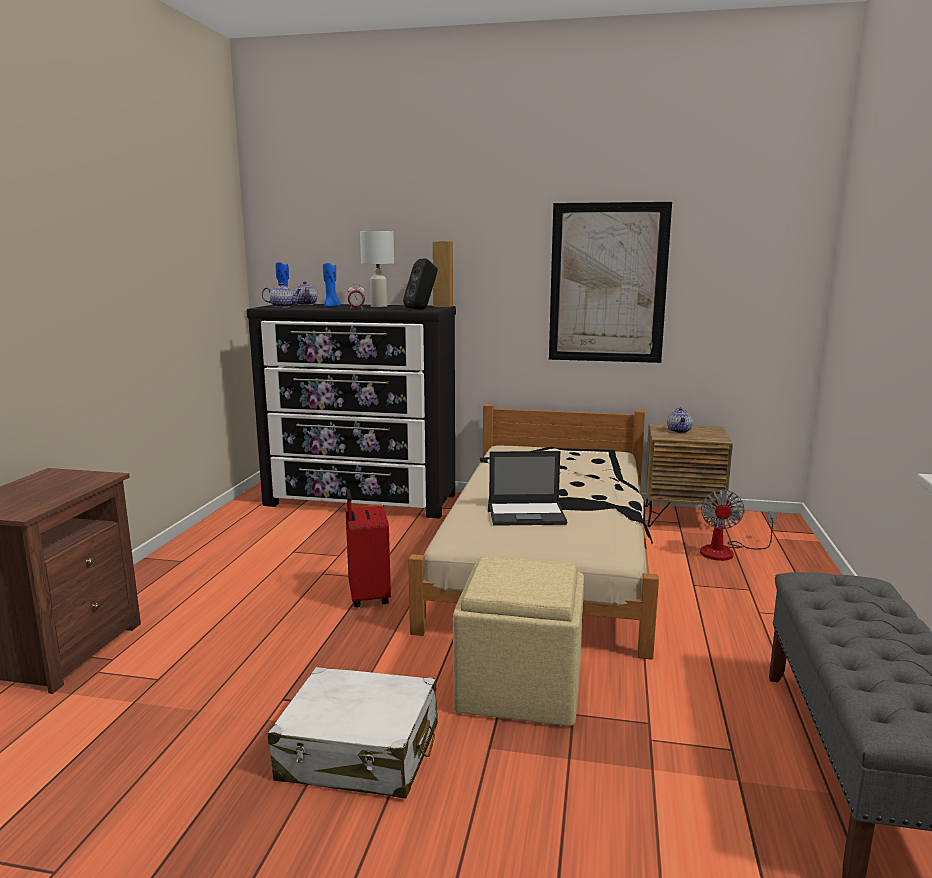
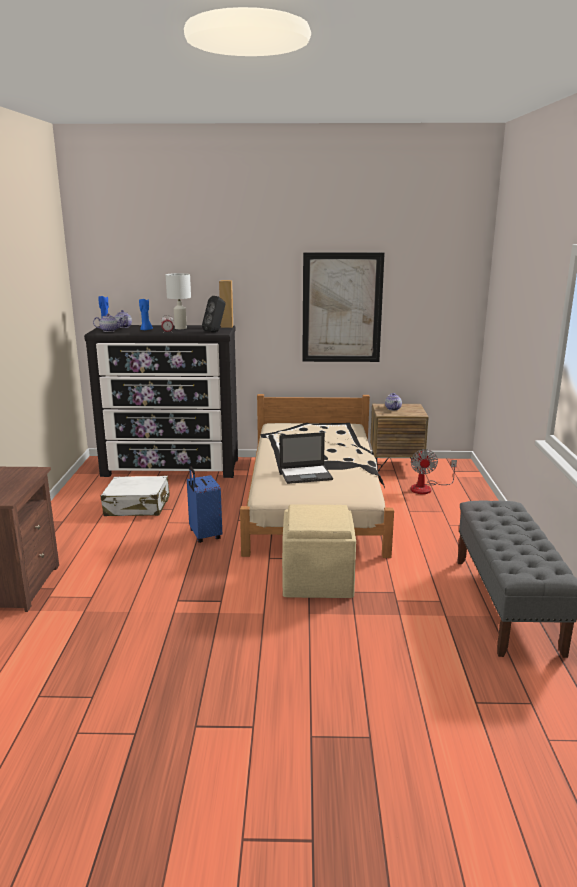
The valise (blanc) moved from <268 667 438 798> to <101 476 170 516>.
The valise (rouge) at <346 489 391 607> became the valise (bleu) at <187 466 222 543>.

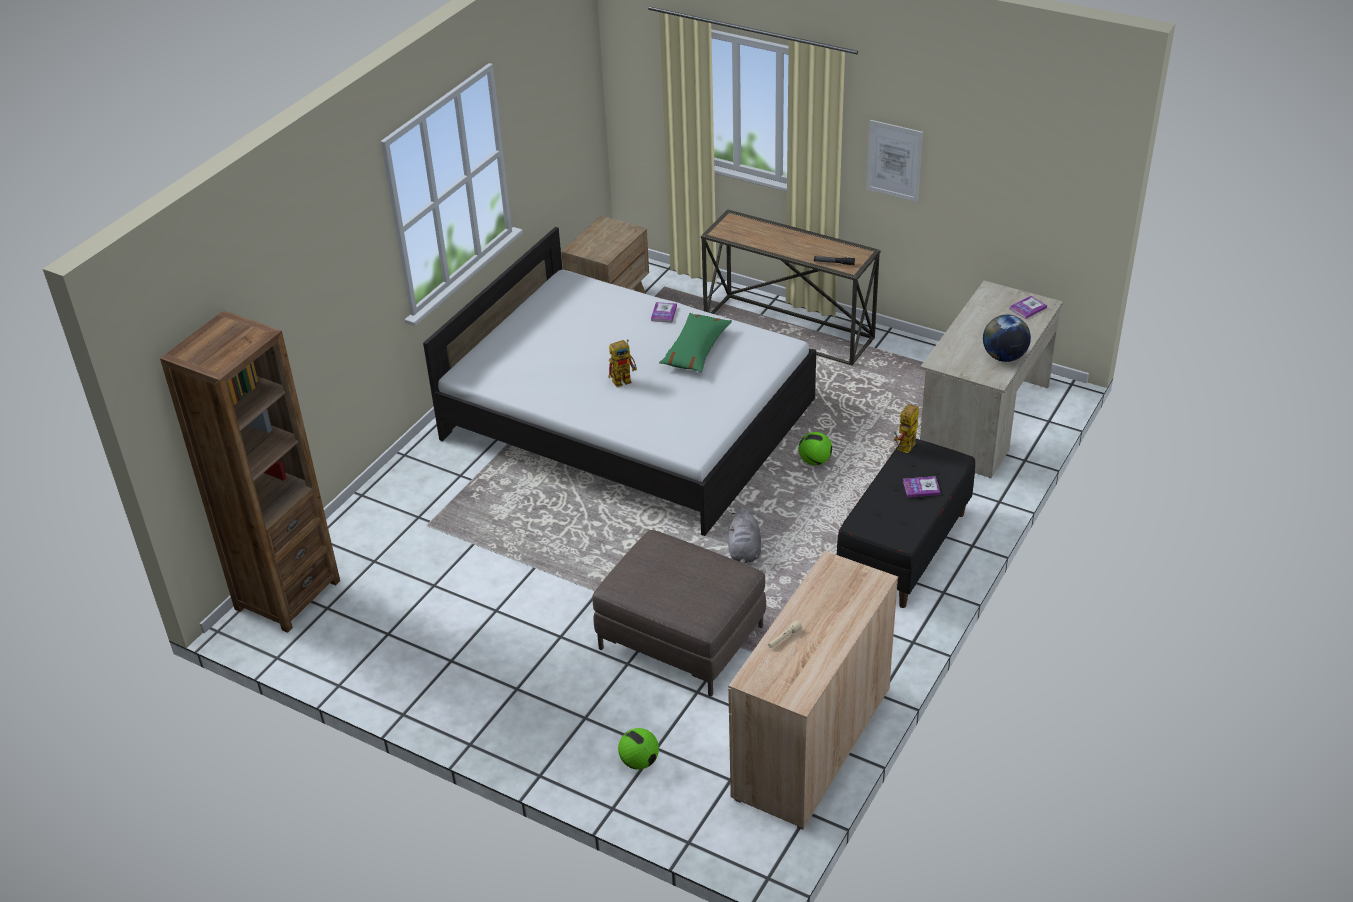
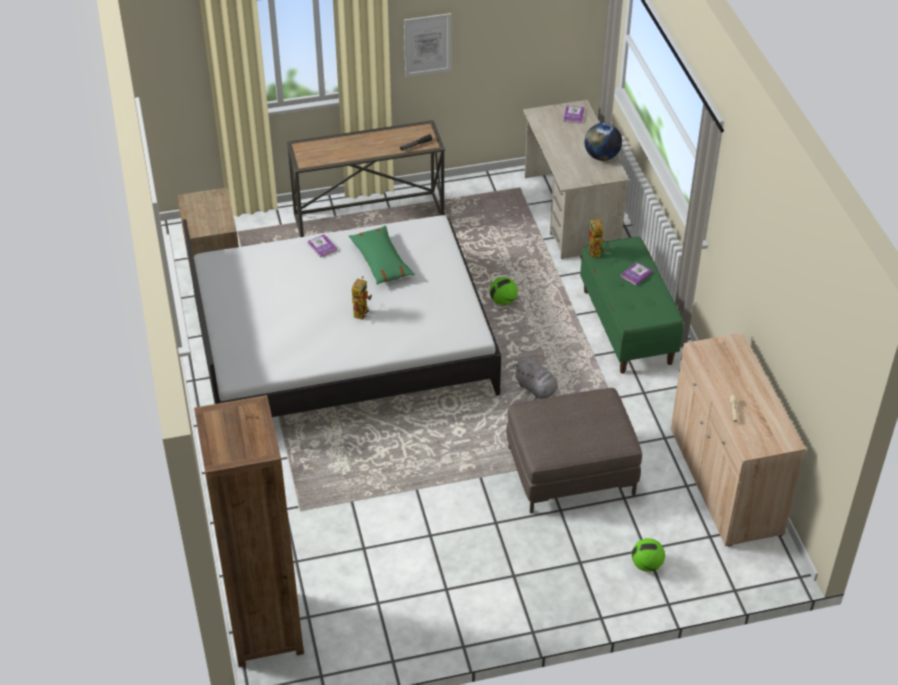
The banc (noir) at <837 439 975 608> became the banc (vert) at <580 237 683 374>.

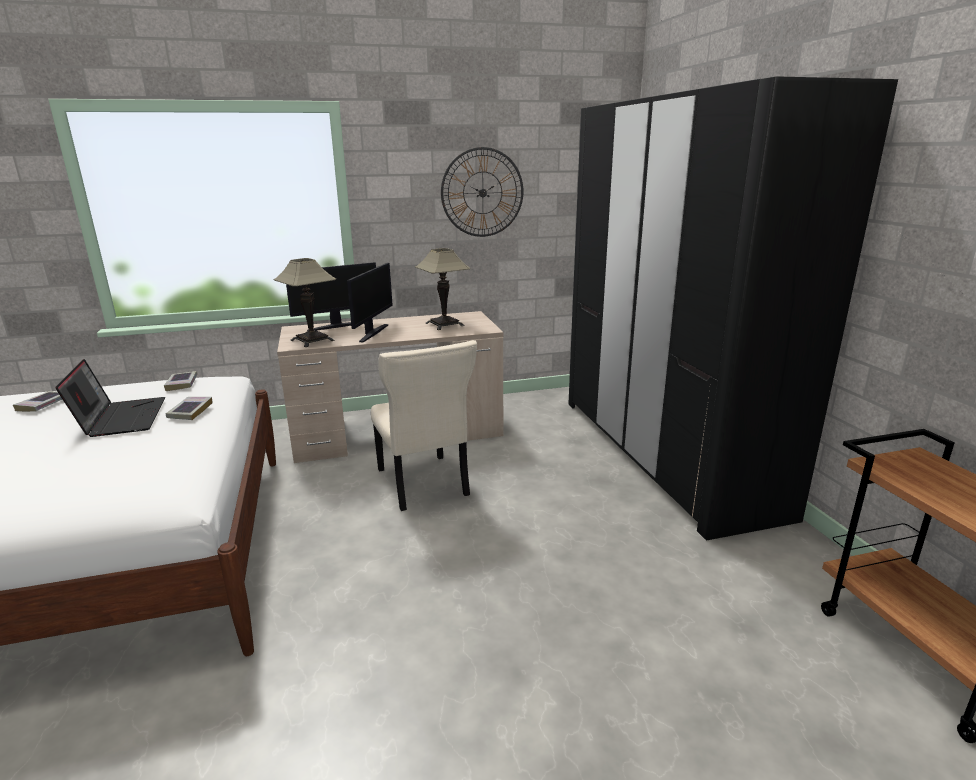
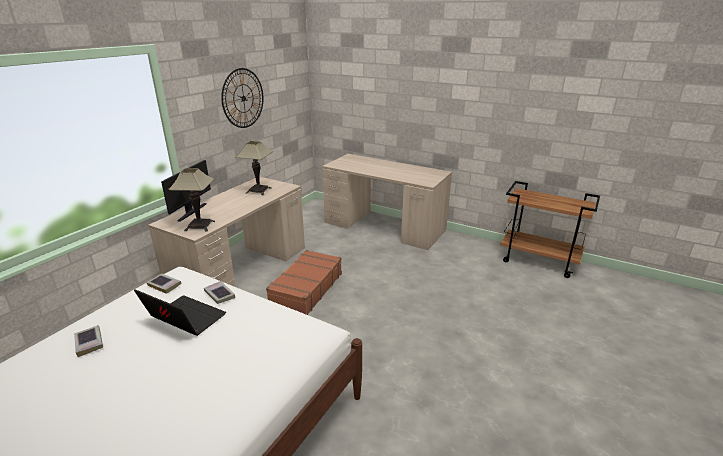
The chaise (beige) at <371 340 477 511> was replaced by the valise (marron) at <266 250 342 315>.
The armoire (noir) at <568 77 898 540> was replaced by the bureau (beige) at <322 154 452 250>.
The écran d'ordinateur at <347 263 393 342> disappeared.

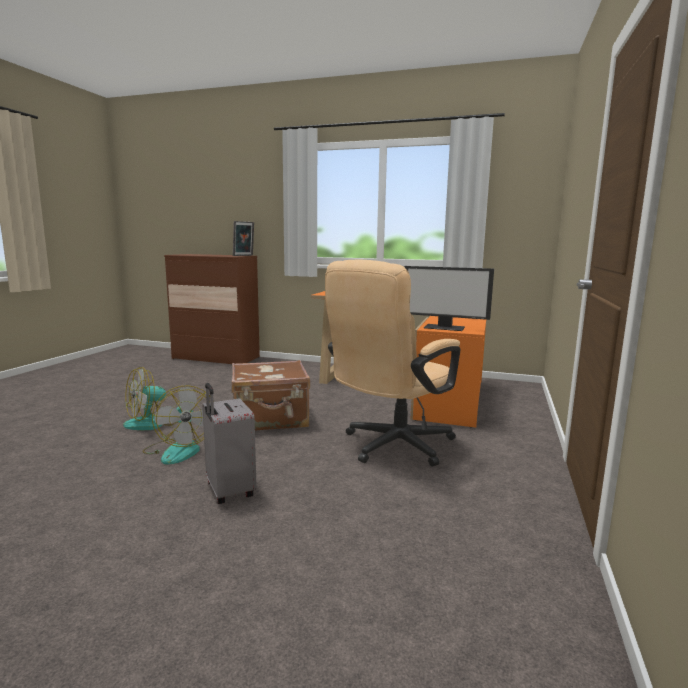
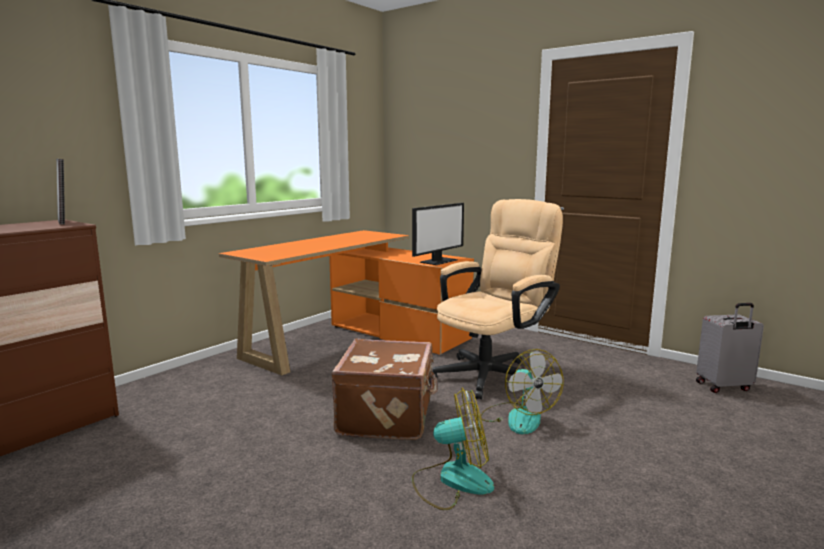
The chaise de bureau (beige) at <325 260 460 467> turned 105 degrees counterclockwise.
The ventilateur moved from <123 367 178 430> to <480 349 564 434>.
The valise (gris) moved from <202 383 257 504> to <696 303 764 393>.

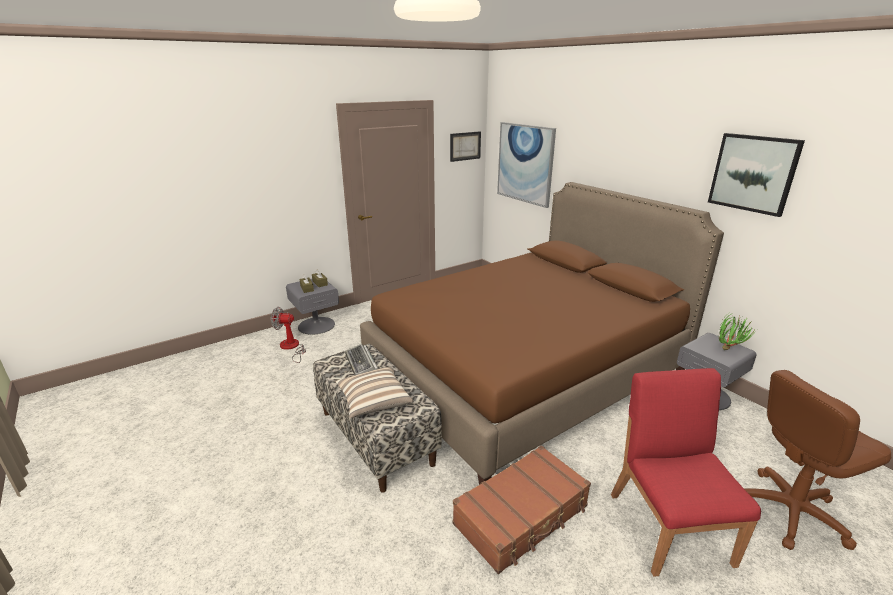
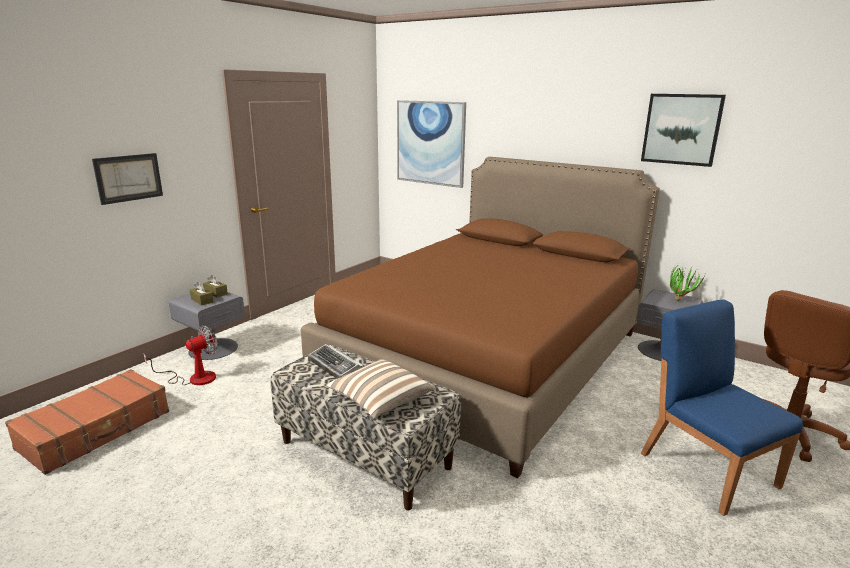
The valise (marron) moved from <452 445 591 574> to <5 369 169 475>.
The tableau moved from <450 131 481 162> to <92 153 163 205>.
The ventilateur at <271 307 306 363> turned 150 degrees clockwise.
The chaise (rouge) at <611 368 761 577> became the chaise (bleu) at <641 299 803 516>.

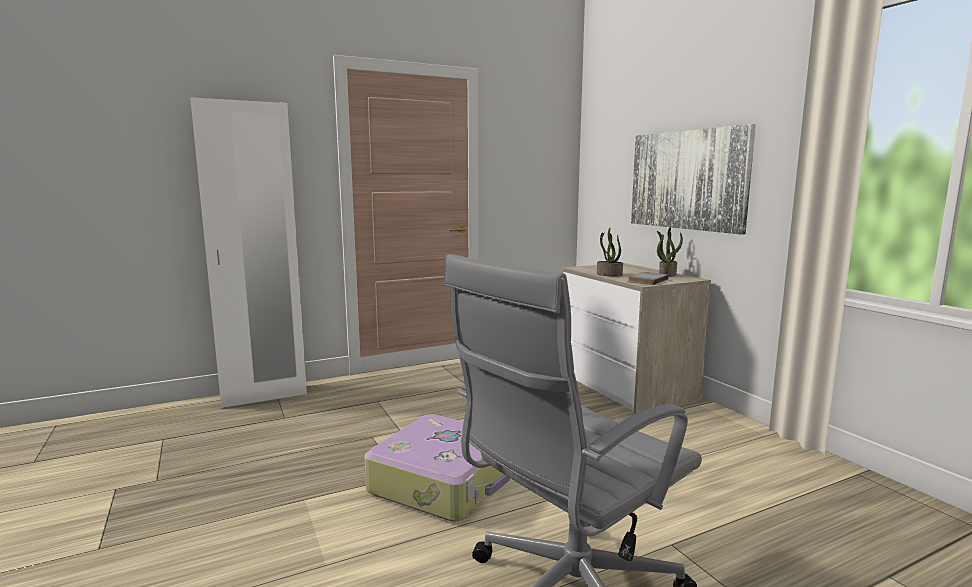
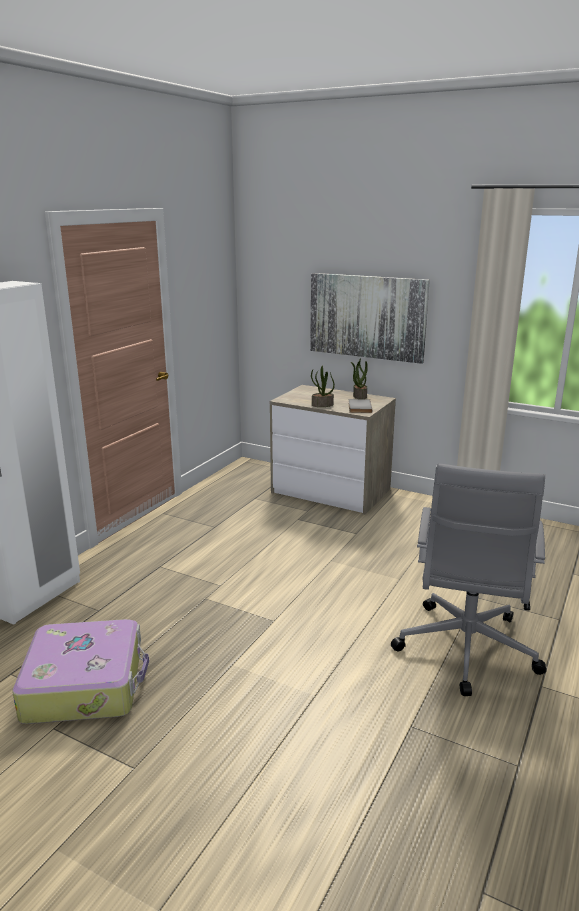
The valise moved from <364 414 510 522> to <12 619 149 724>.

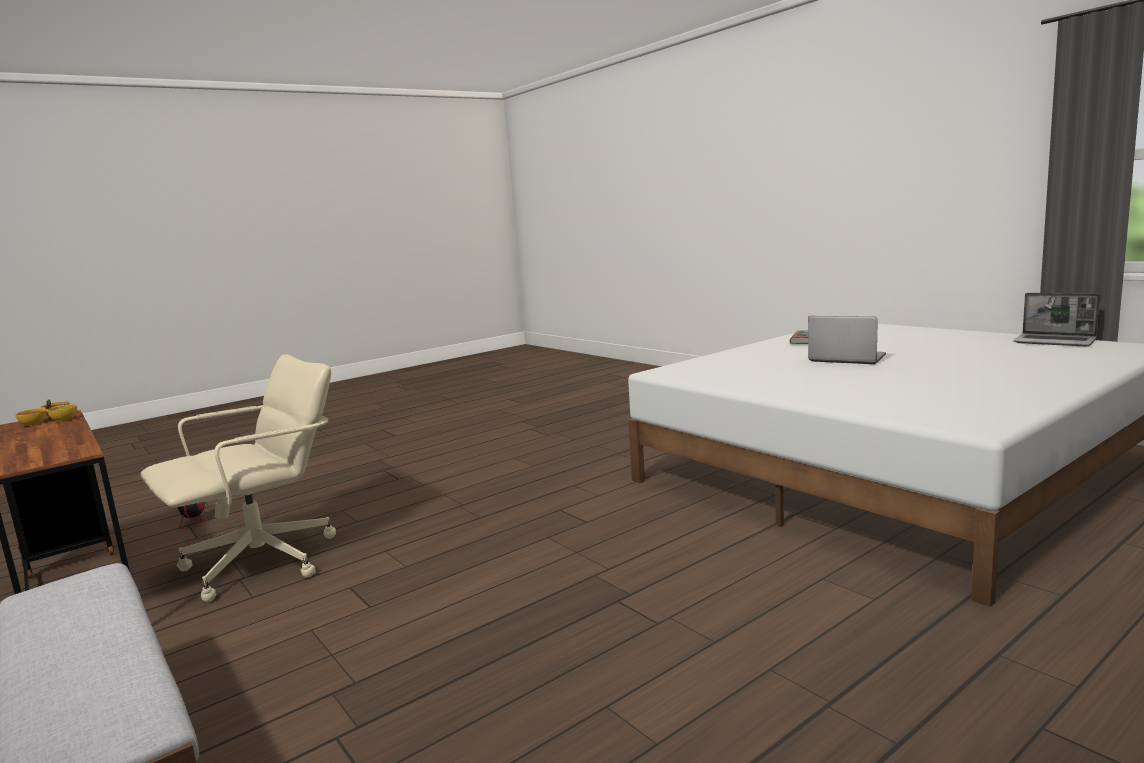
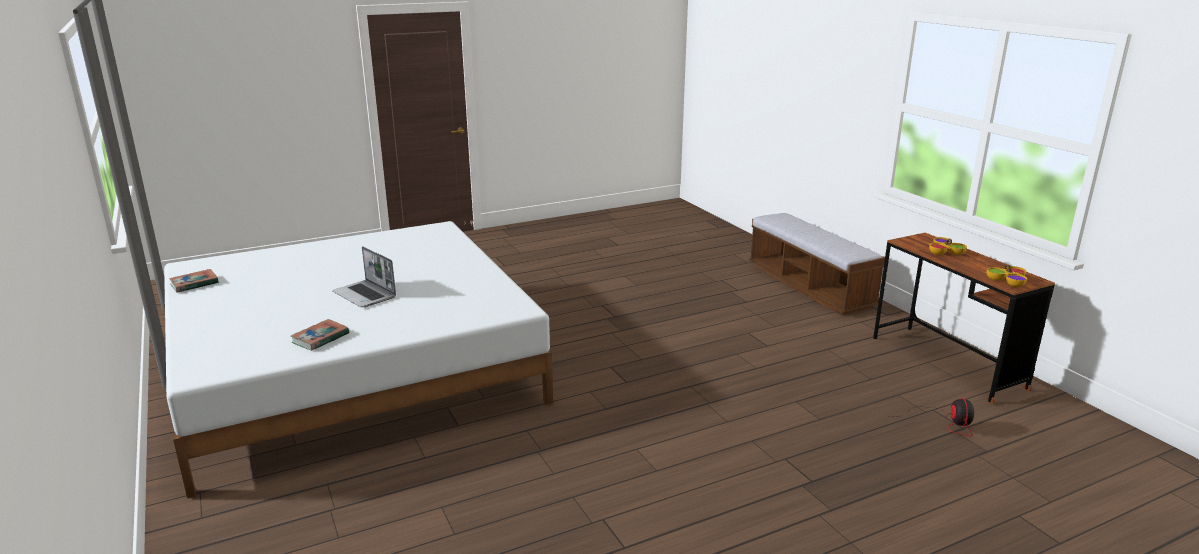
The ordinateur portable at <1013 293 1101 347> was replaced by the livre at <169 269 219 293>.
The bol at <929 237 967 255> appeared.
The chaise de bureau (beige) at <141 354 336 602> disappeared.

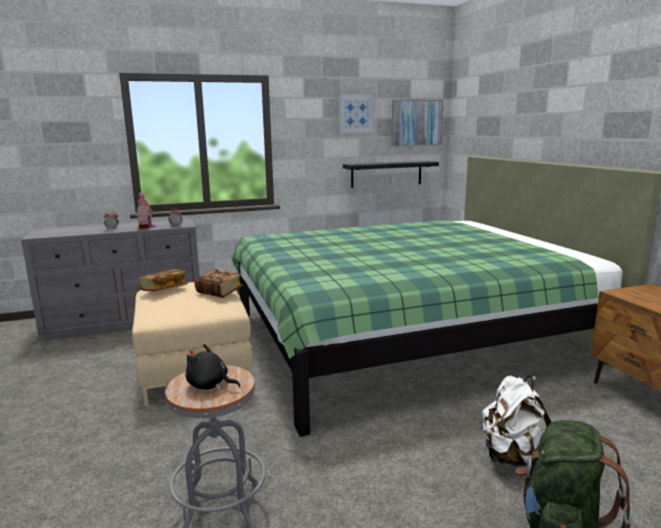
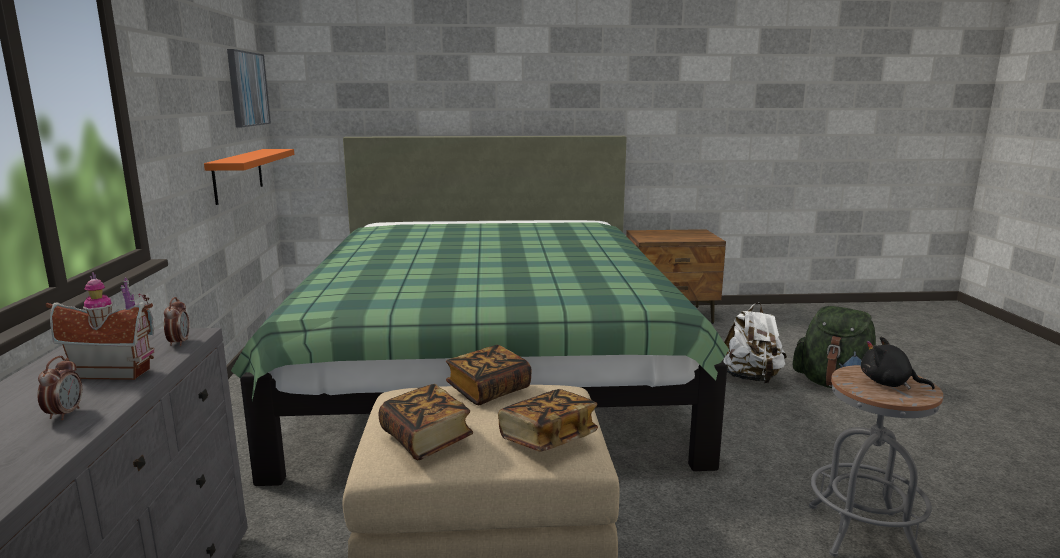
The étagère (noir) at <343 161 439 188> became the étagère (orange) at <204 149 294 205>.
The livre at <498 389 598 452> appeared.
The peluche (noir) at <186 344 241 390> turned 90 degrees clockwise.
The tableau at <339 95 374 133> disappeared.

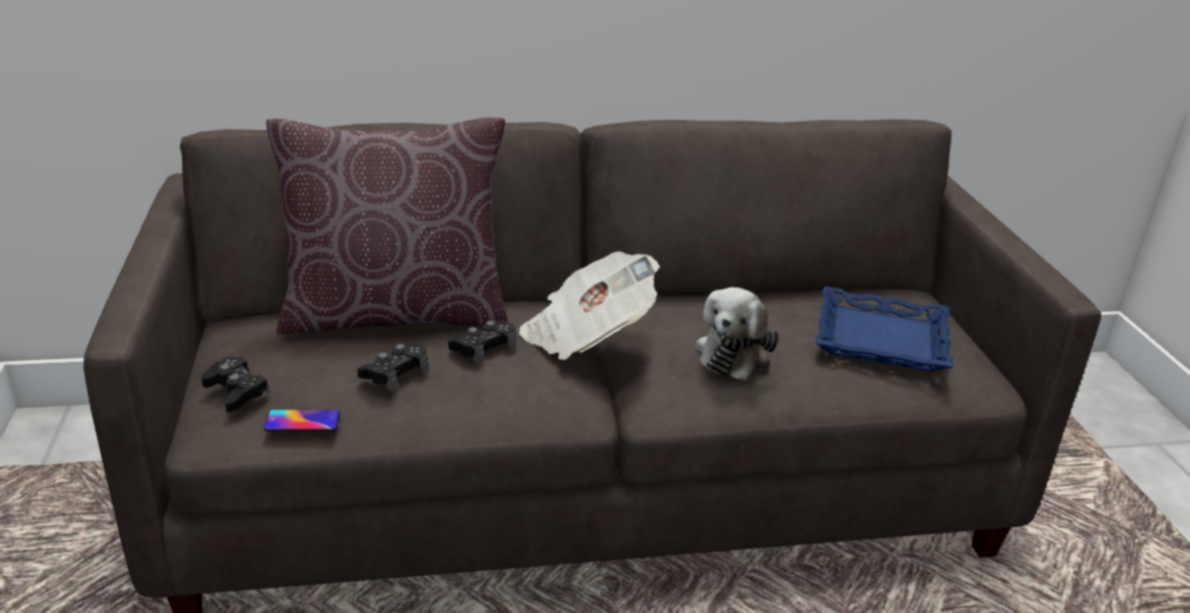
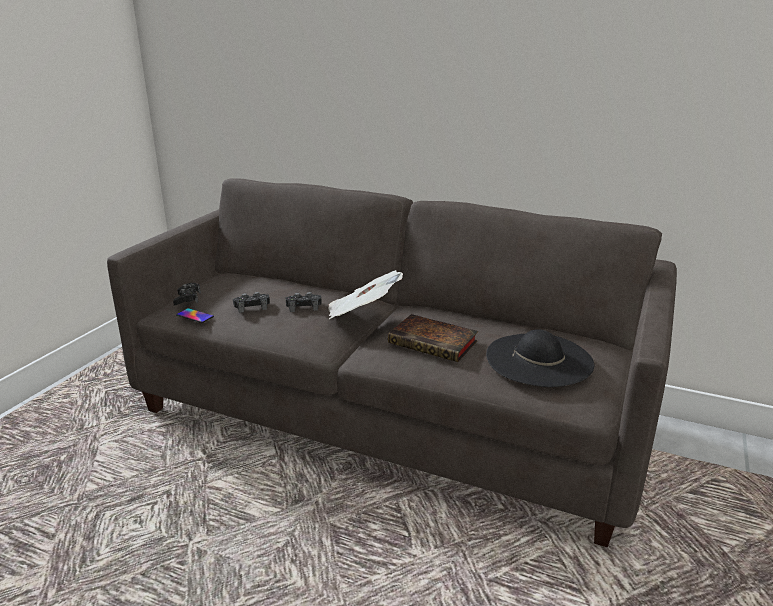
The peluche at <695 287 779 381> was replaced by the livre at <388 314 478 362>.
The plateau (bleu) at <815 287 954 372> was replaced by the chapeau (noir) at <486 329 594 387>.
The coussin (marron) at <266 117 508 334> disappeared.

